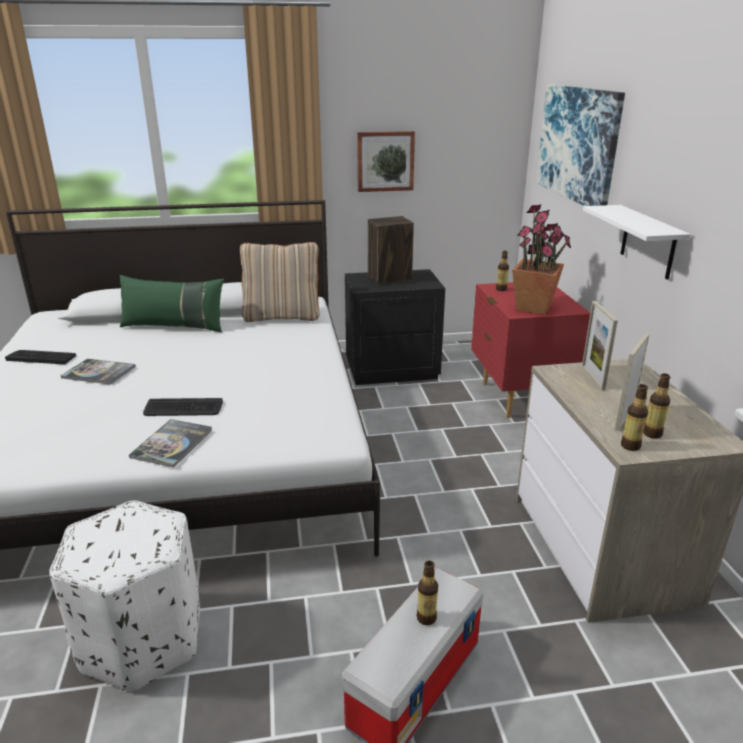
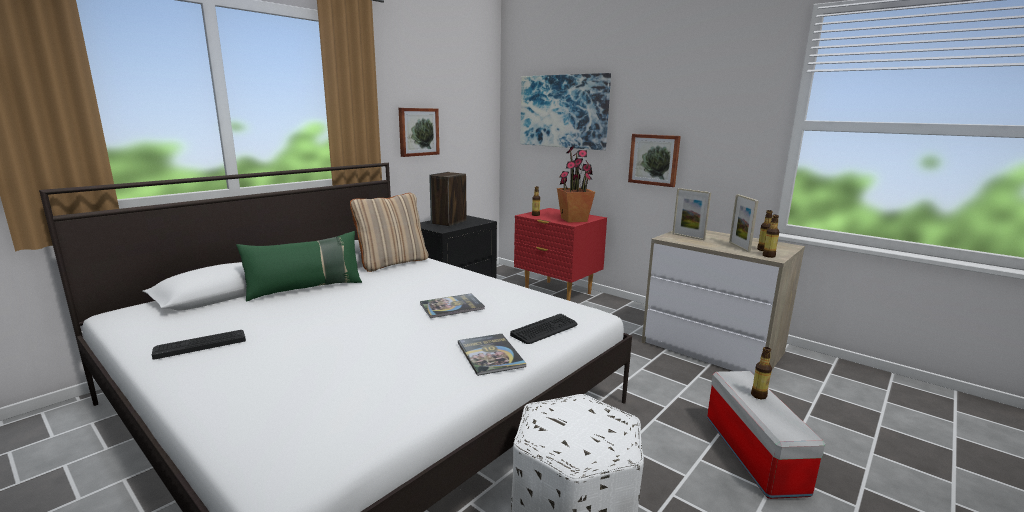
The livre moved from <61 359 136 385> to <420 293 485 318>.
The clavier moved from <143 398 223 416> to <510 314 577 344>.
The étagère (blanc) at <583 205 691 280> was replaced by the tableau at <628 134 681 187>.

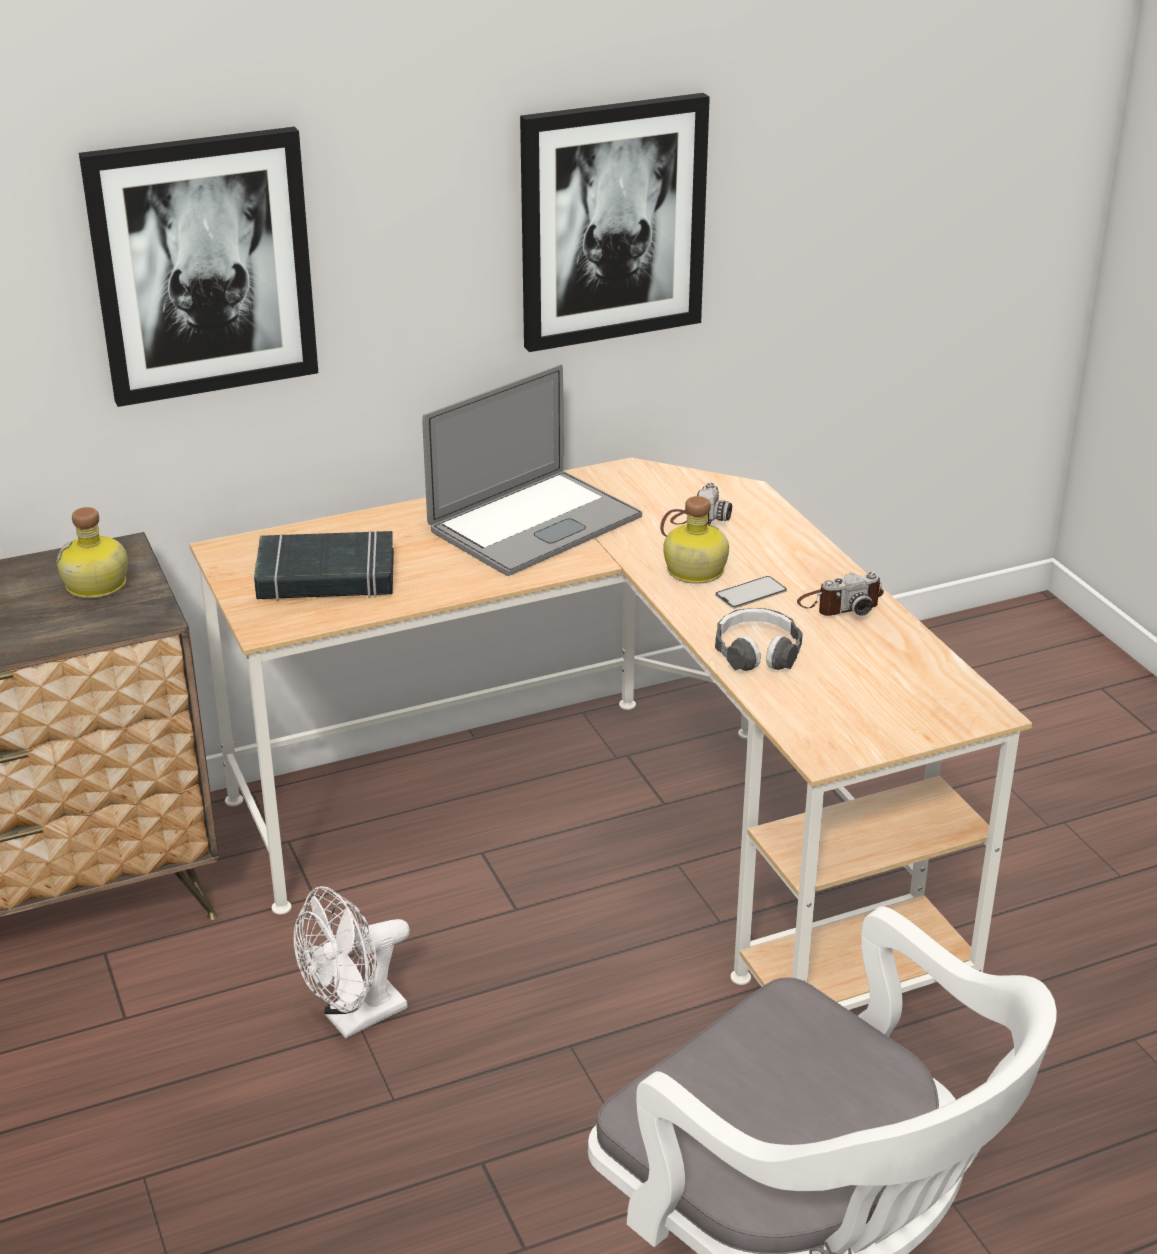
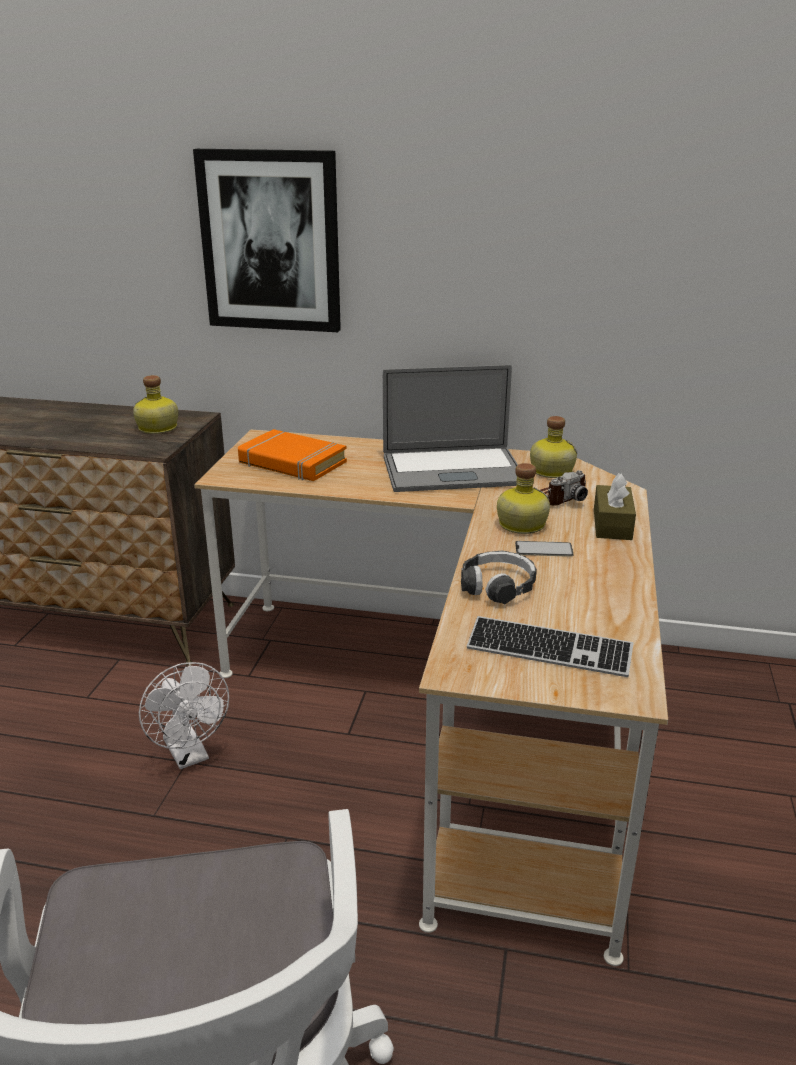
The ventilateur (blanc) at <294 886 410 1038> turned 120 degrees counterclockwise.
The livre (noir) at <254 531 394 601> became the livre (orange) at <238 429 347 481>.
The clavier at <467 616 634 677> appeared.
The bouteille at <530 416 577 478> appeared.
The boîte à mouchoirs (marron) at <594 473 636 540> appeared.
The tableau at <520 93 710 352> disappeared.
The appareil photo at <797 572 884 616> disappeared.

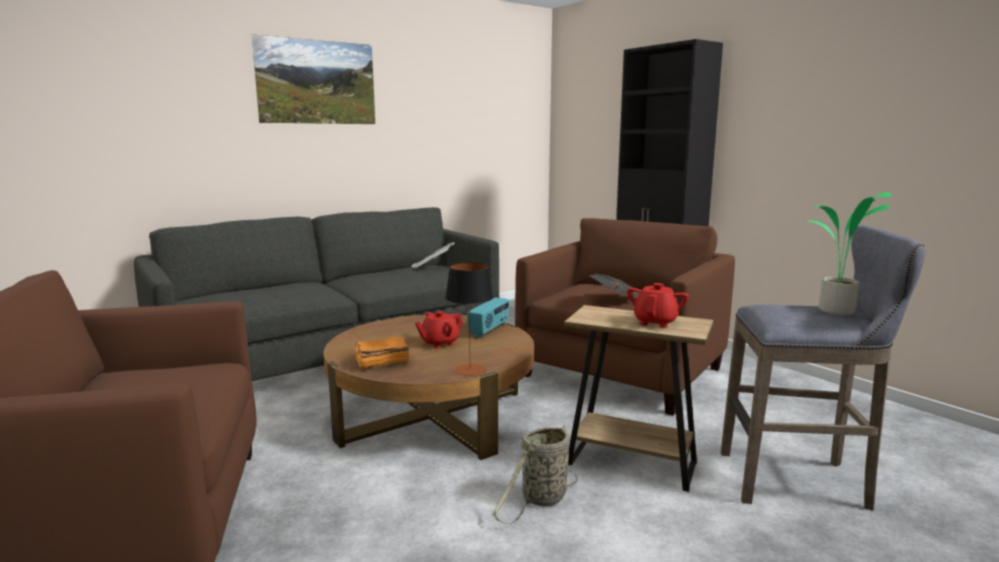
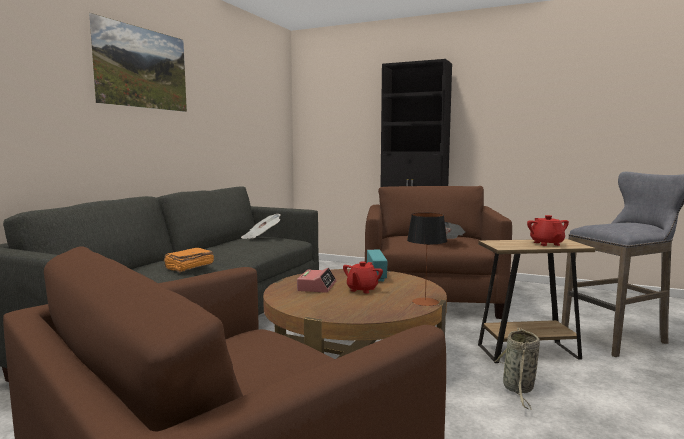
The livre (orange) moved from <354 337 410 370> to <164 248 214 273>.
The réveil at <297 268 336 293> appeared.
The plante en pot at <804 192 891 315> disappeared.

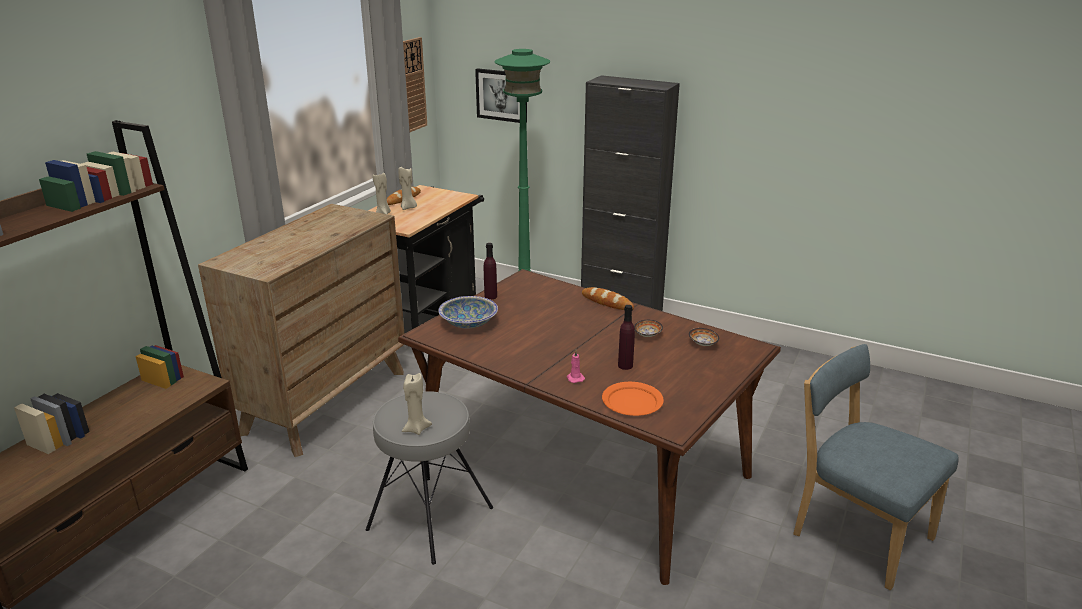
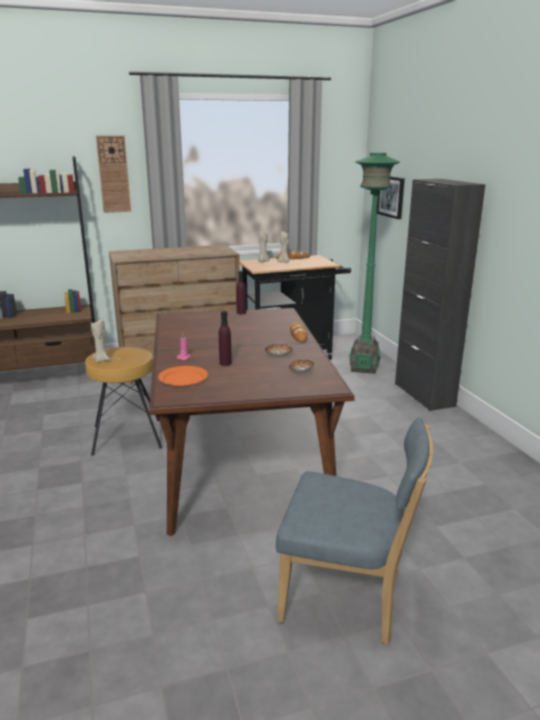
The tabouret (gris) at <366 391 493 565> became the tabouret (marron) at <85 347 162 456>.
The horloge murale moved from <403 37 427 132> to <96 136 131 213>.
The chaise (bleu) at <793 344 959 590> turned 105 degrees clockwise.
The bol at <438 296 498 328> disappeared.

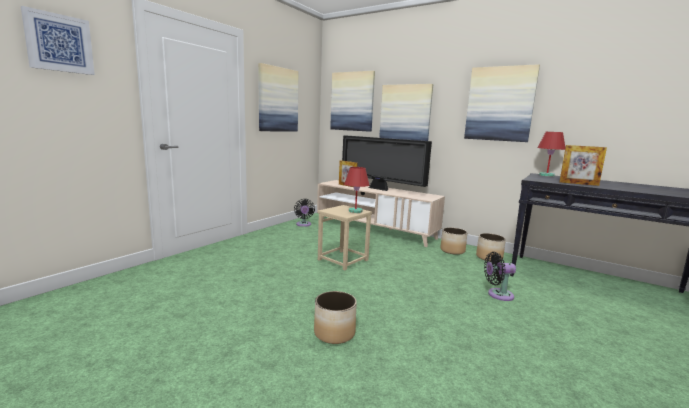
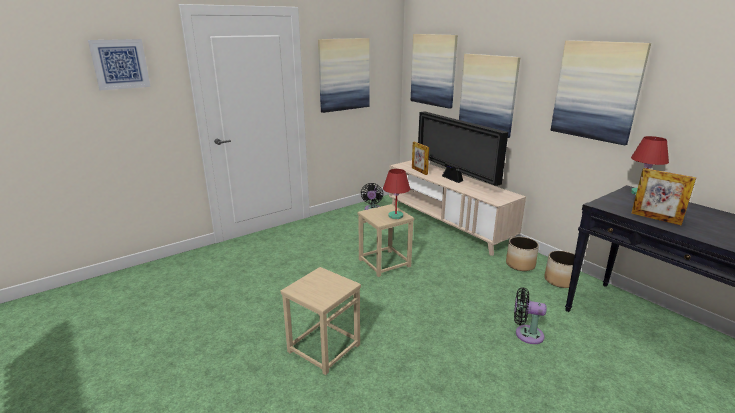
The cache-pot at <314 291 357 344> was replaced by the tabouret (beige) at <281 267 361 375>.

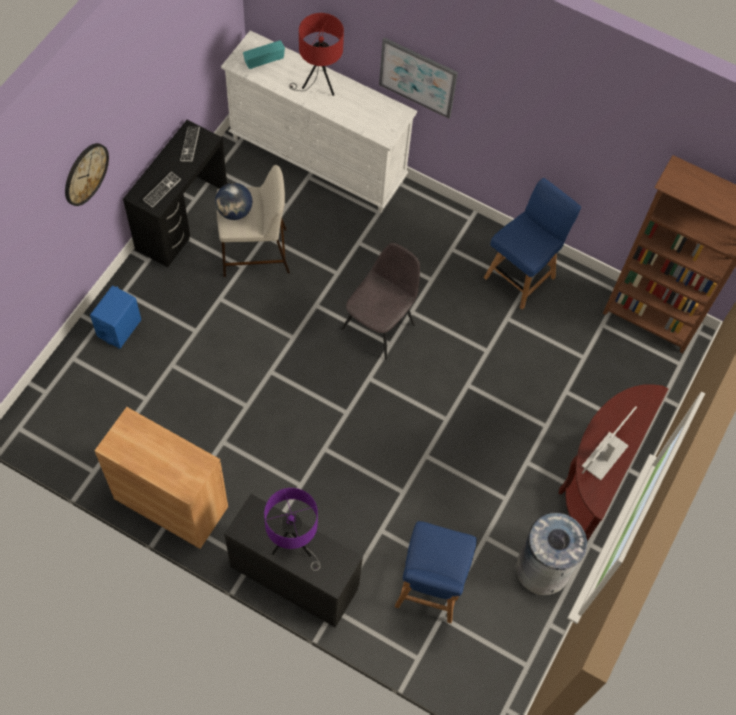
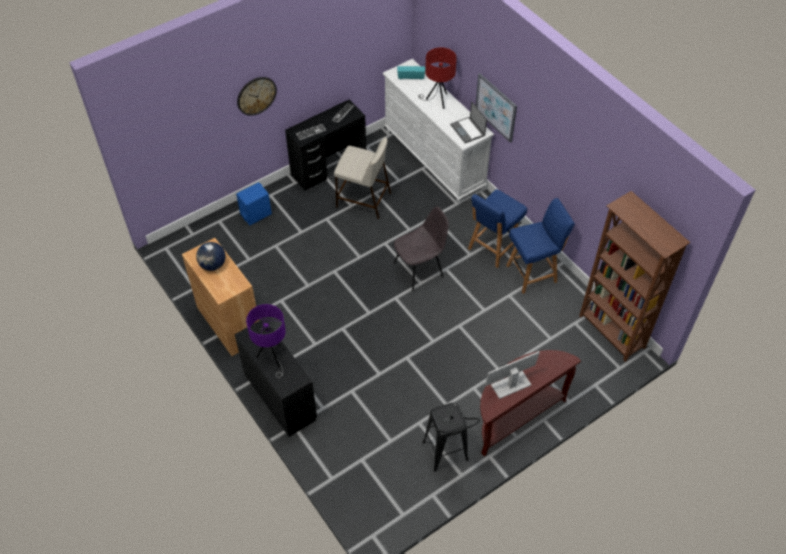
The globe moved from <215 183 253 220> to <196 242 226 271>.
The poubelle (gris) at <516 513 587 595> was replaced by the tabouret (noir) at <422 402 480 472>.
The ordinateur portable at <450 101 487 143> appeared.
The chaise (bleu) moved from <395 521 477 623> to <468 189 527 268>.

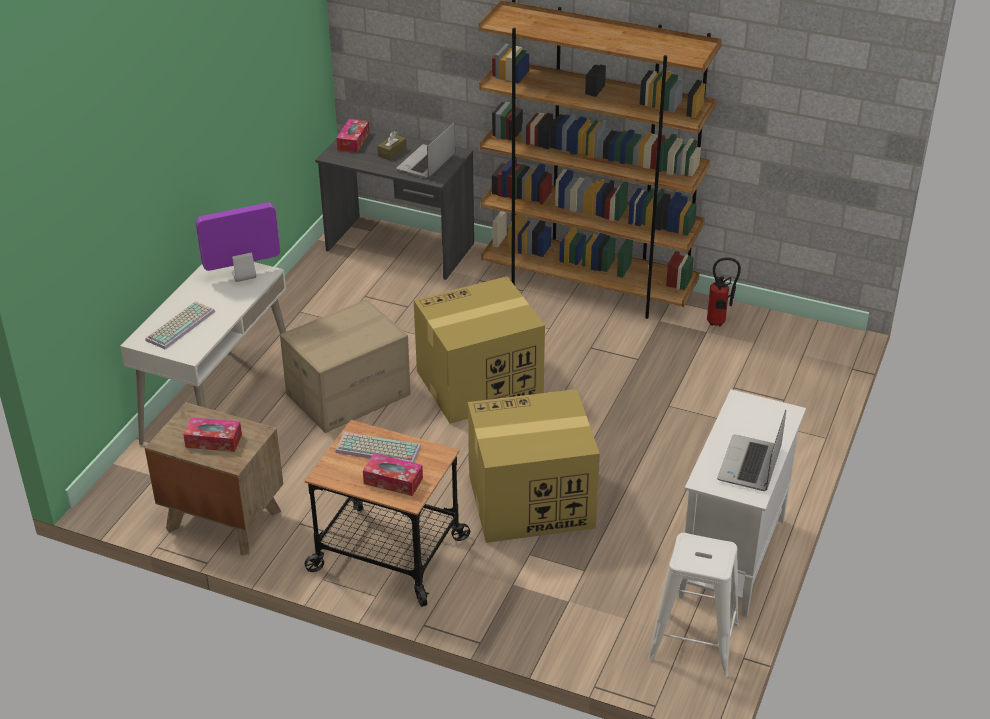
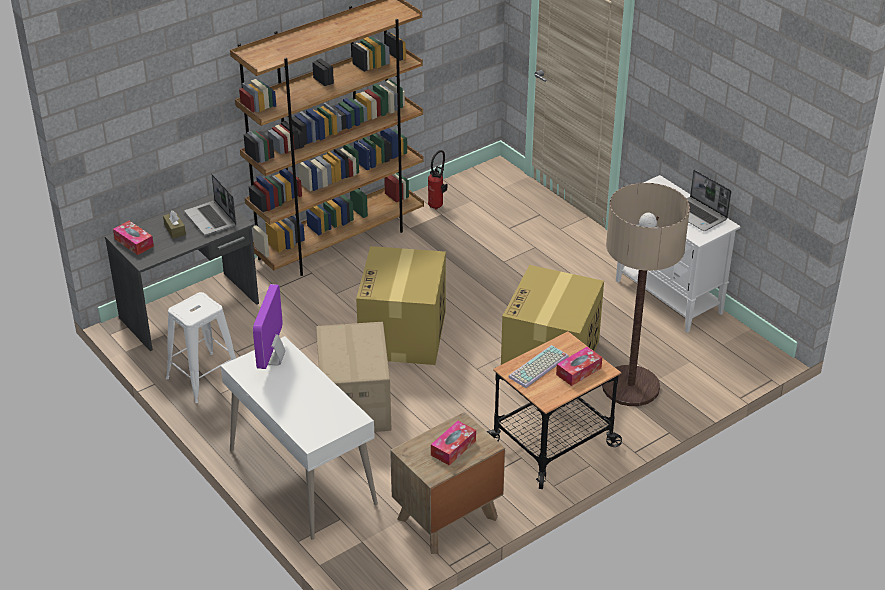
The tabouret (blanc) moved from <648 533 739 677> to <166 292 236 403>.
The lampadaire at <602 183 690 406> appeared.
The clavier at <145 301 215 349> disappeared.

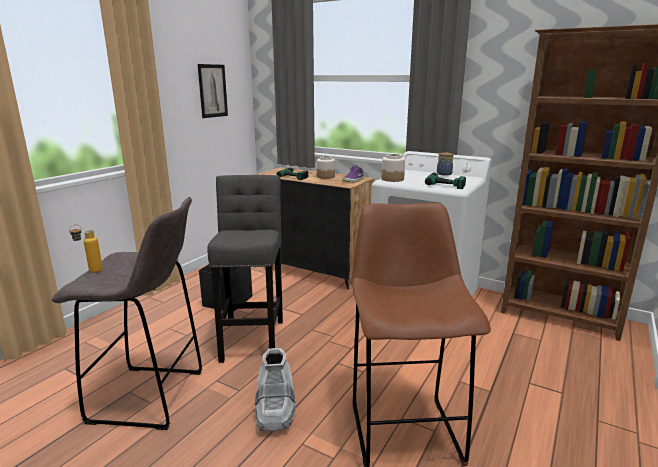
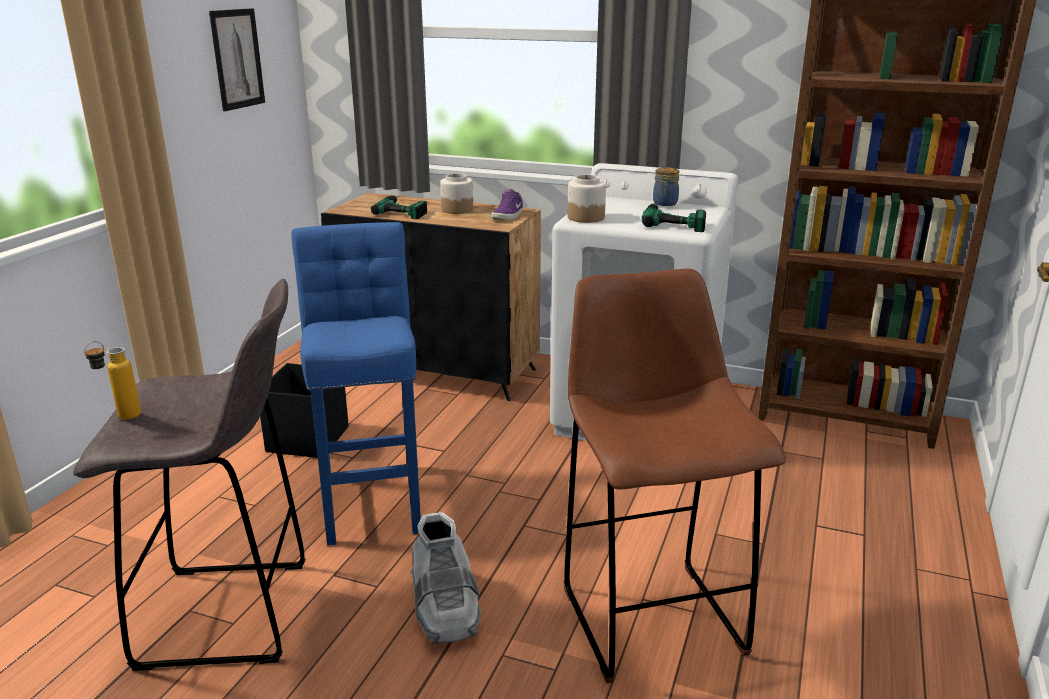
The tabouret (gris) at <207 175 283 363> became the tabouret (bleu) at <291 222 421 546>.

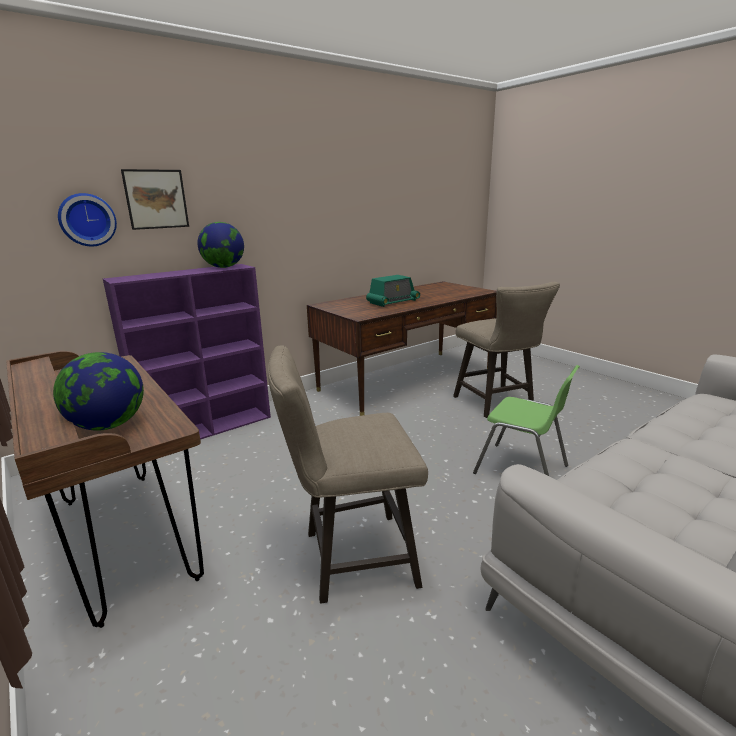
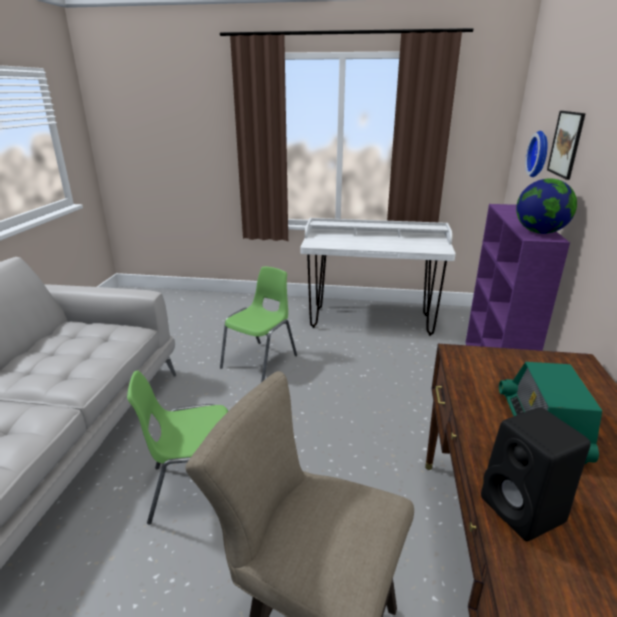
The tabouret (beige) at <268 346 428 603> was replaced by the chaise (vert) at <220 267 297 382>.
The bureau (marron) at <6 351 204 628> became the bureau (blanc) at <300 218 456 336>.
The enceinte (noir) at <481 407 591 541> appeared.
The globe at <53 352 144 431> disappeared.

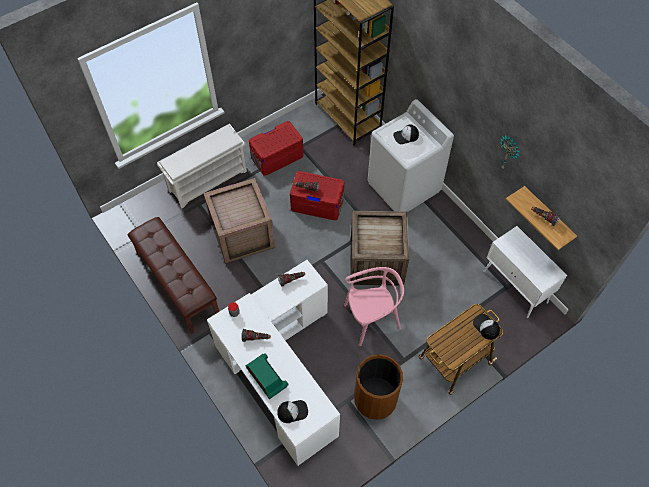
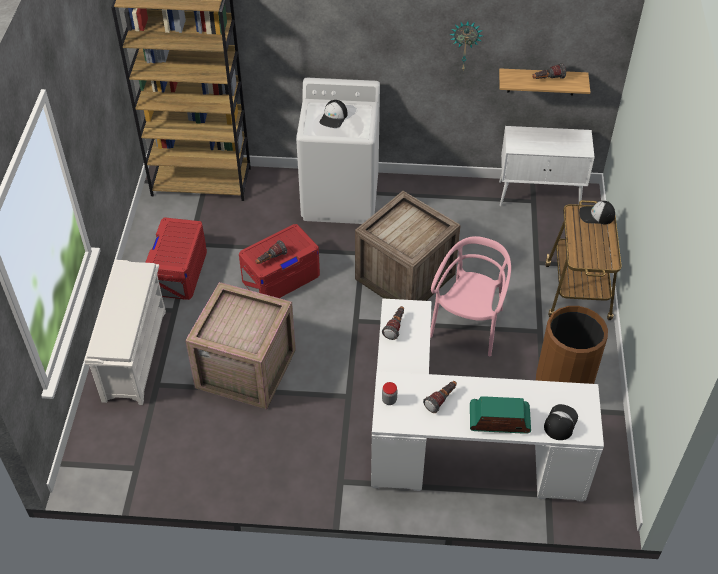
The banc (marron) at <128 217 219 334> disappeared.

